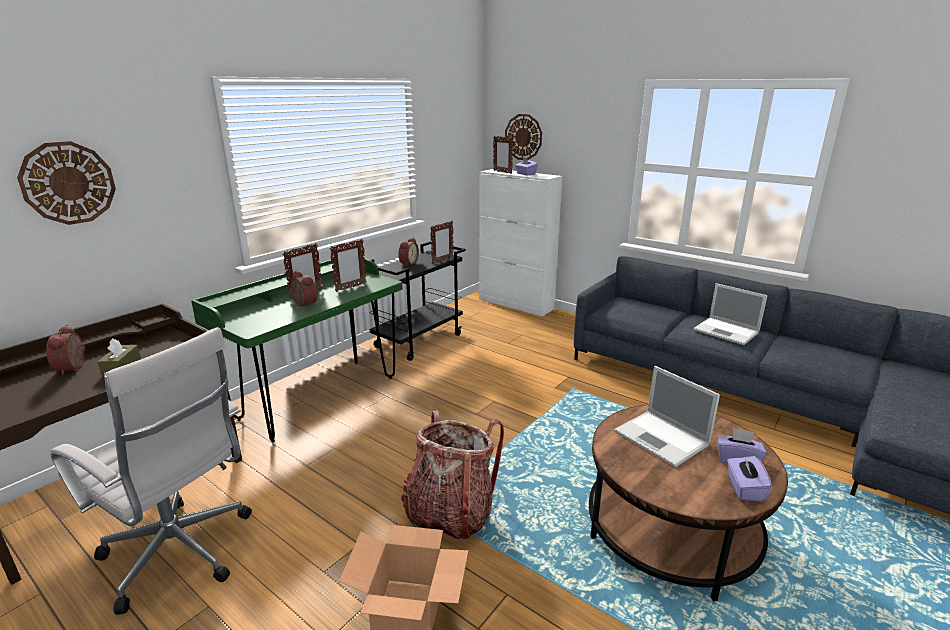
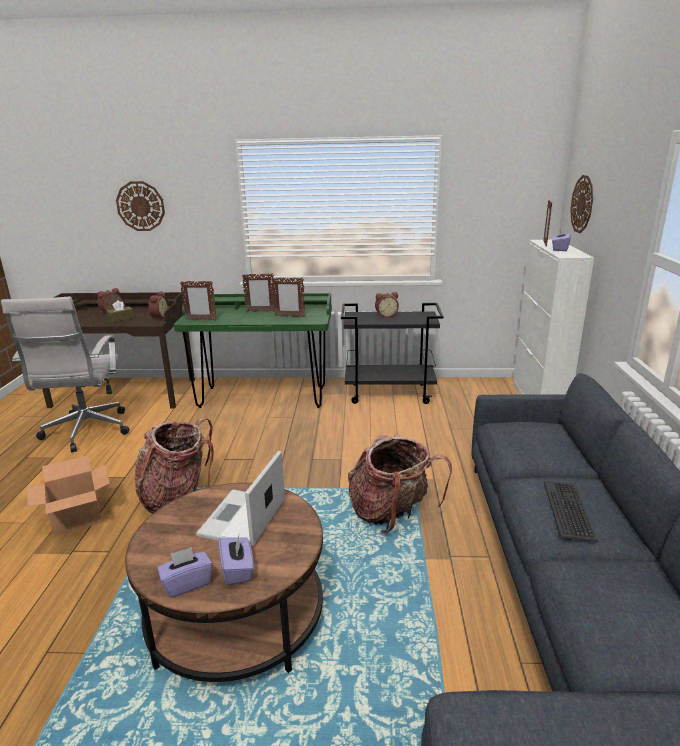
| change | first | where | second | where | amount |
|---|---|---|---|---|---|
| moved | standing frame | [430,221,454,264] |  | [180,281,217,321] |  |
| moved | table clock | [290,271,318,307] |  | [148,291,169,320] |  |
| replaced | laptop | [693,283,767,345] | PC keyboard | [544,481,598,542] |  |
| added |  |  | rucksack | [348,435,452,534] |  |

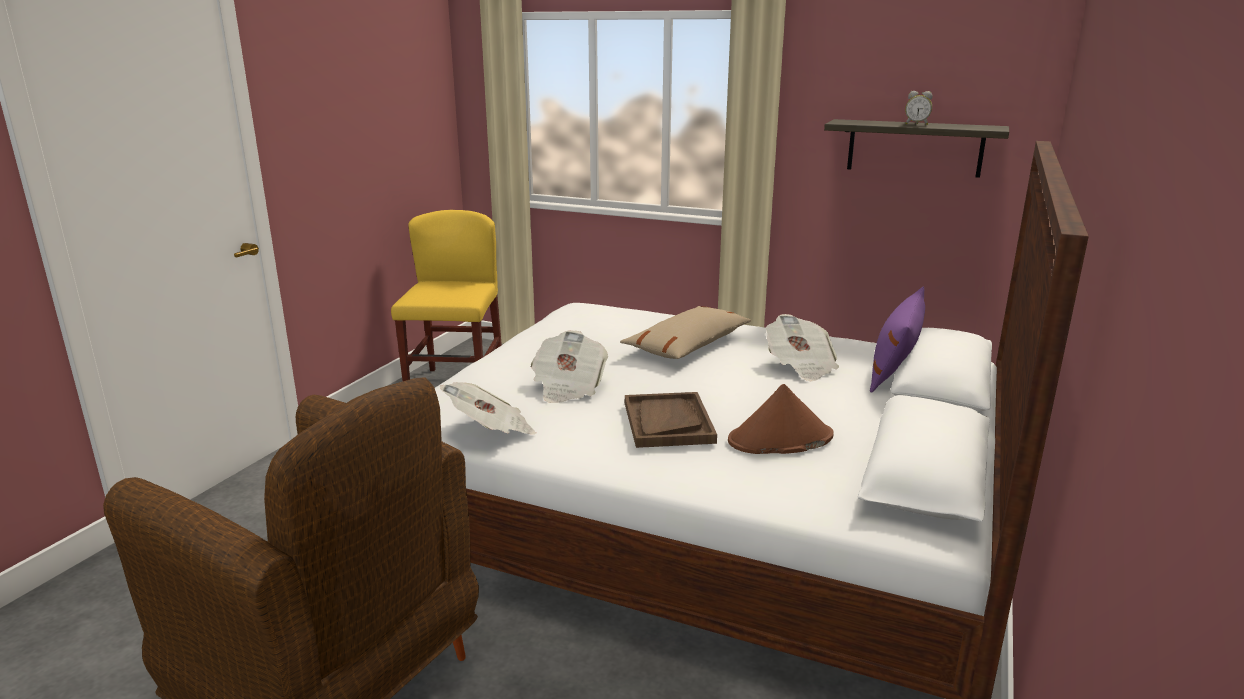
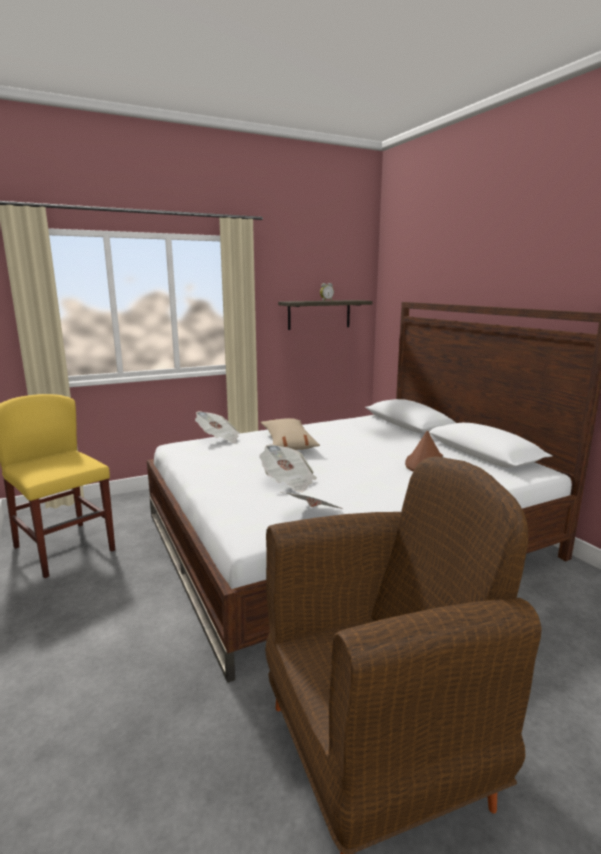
| change | first | where | second | where | amount |
|---|---|---|---|---|---|
| removed | throw pillow in purplish | [870,286,925,393] |  |  |  |
| moved | printed paper | [766,314,839,382] |  | [195,411,240,443] |  |
| removed | carrying tray in brown | [625,392,717,448] |  |  |  |

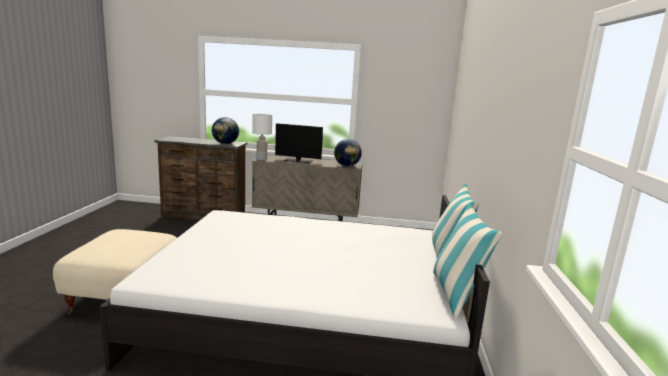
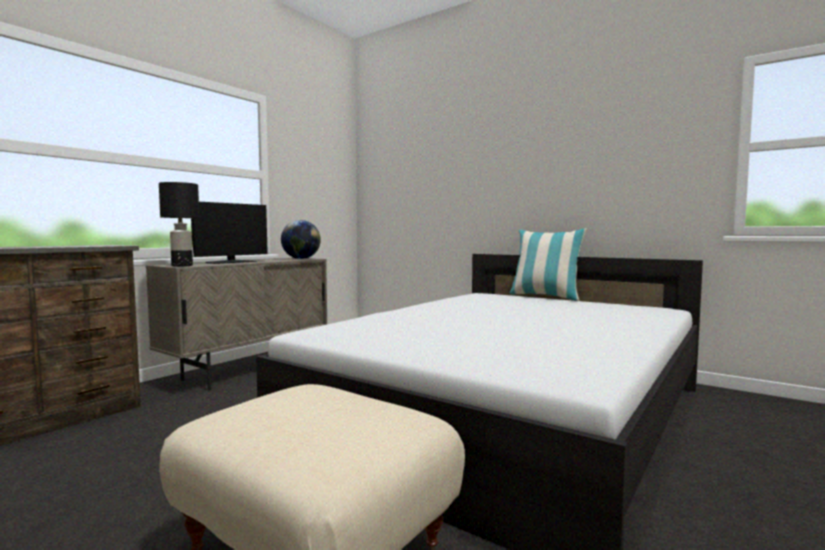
| change | first | where | second | where | amount |
|---|---|---|---|---|---|
| recoloured | lamp for a table in white | [252,114,272,160] | lamp for a table in black-coloured | [159,182,199,267] |  |
| removed | world globe | [212,117,239,144] |  |  |  |
| removed | throw pillow | [433,204,503,318] |  |  |  |

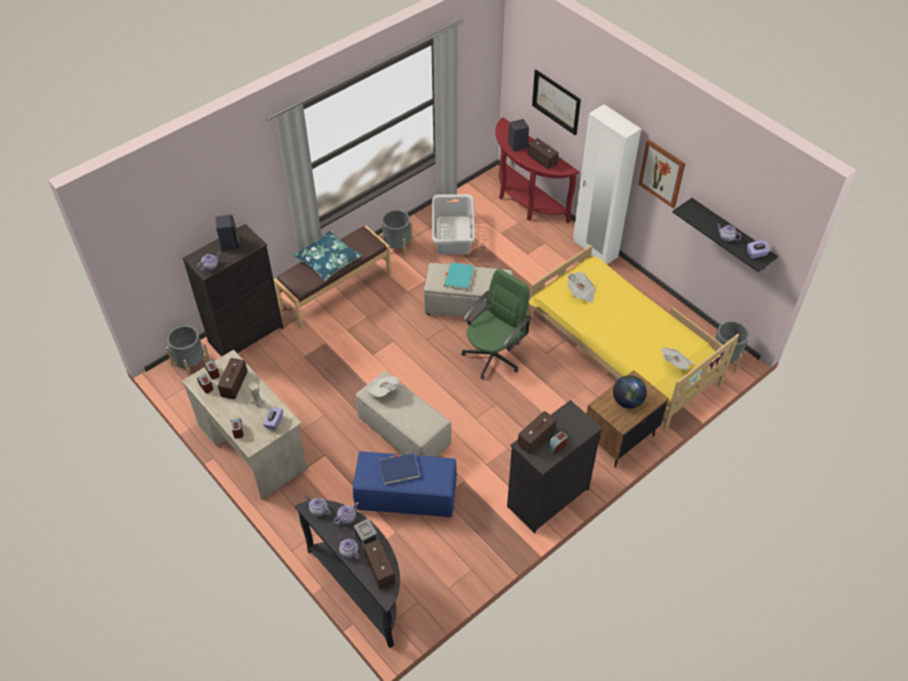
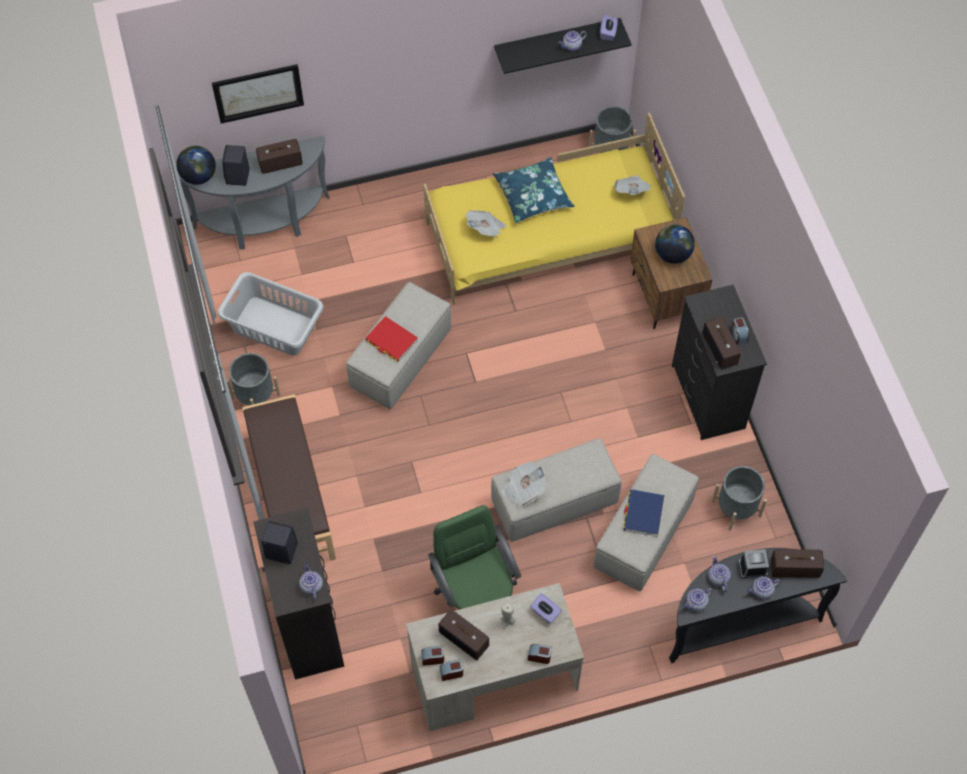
| change | first | where | second | where | amount |
|---|---|---|---|---|---|
| removed | wardrobe in white | [573,104,641,264] |  |  |  |
| recoloured | console table in reddish | [495,117,579,223] | console table in gray | [178,136,330,250] |  |
| removed | picture | [639,139,686,208] |  |  |  |
| moved | throw pillow in blue | [293,230,363,282] |  | [493,157,575,224] |  |
| recoloured | book in turquoise-coloured | [444,262,474,291] | book in reddish | [365,316,418,362] |  |
| moved | desk chair in green | [461,269,531,379] |  | [428,505,521,609] |  |
| moved | planter in gray | [166,326,210,377] |  | [712,466,767,531] |  |
| recoloured | ottoman in blue | [353,451,457,517] | ottoman in sand-coloured | [593,454,699,591] |  |
| added |  |  | world globe | [176,146,216,185] |  |

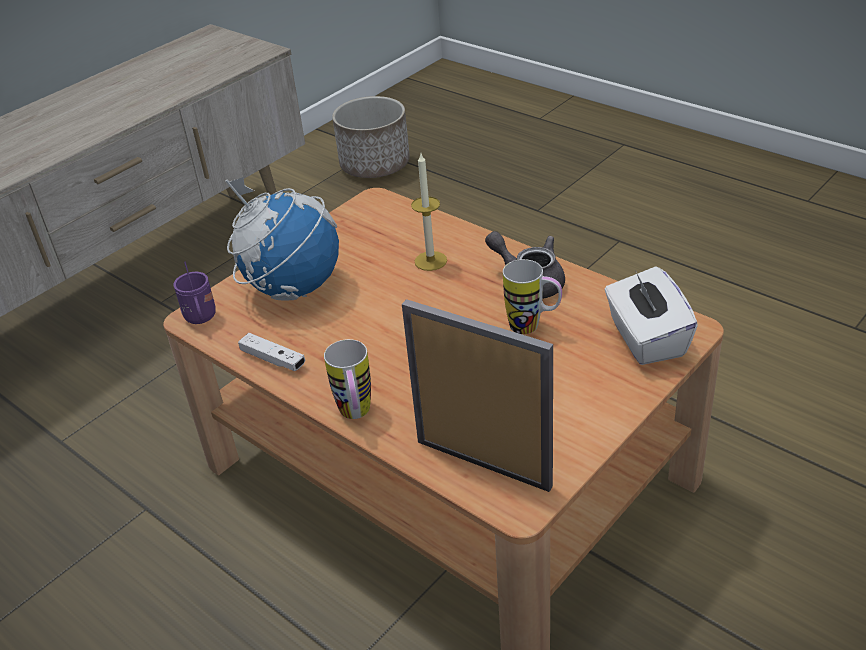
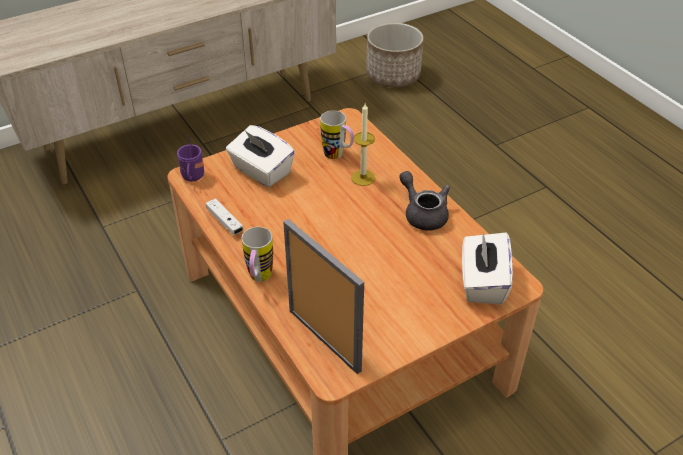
| change | first | where | second | where | amount |
|---|---|---|---|---|---|
| replaced | world globe | [225,177,339,301] | tissue holder in white | [226,125,295,187] |  |
| moved | coffee mug | [503,259,562,334] |  | [320,110,354,159] |  |

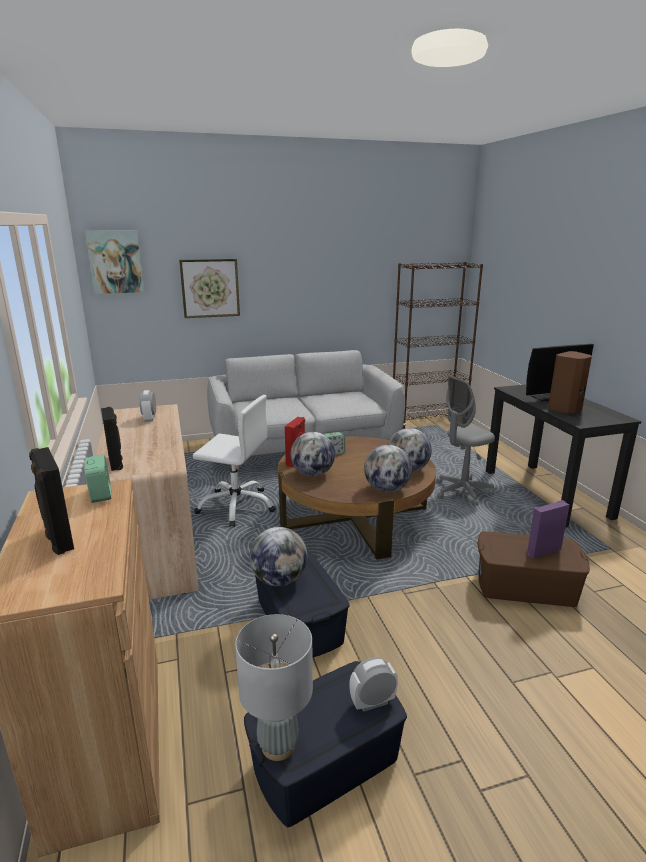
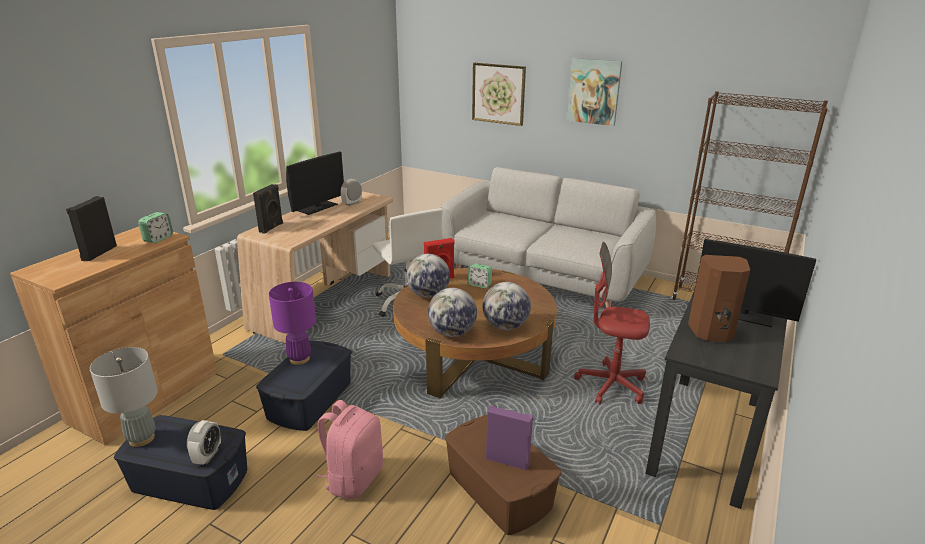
| change | first | where | second | where | amount |
|---|---|---|---|---|---|
| moved | picture | [85,230,144,294] |  | [567,58,622,126] |  |
| recoloured | desk chair in gray | [436,375,495,506] | desk chair in reddish | [574,242,650,404] |  |
| replaced | world globe | [249,527,308,586] | lamp for a table in purplish | [269,282,316,365] |  |
| turned | table clock | [349,657,398,712] |  | [187,420,221,465] | 75 degrees clockwise |
| added |  |  | computer screen | [286,152,344,215] |  |
| added |  |  | rucksack in pink | [316,400,383,499] |  |

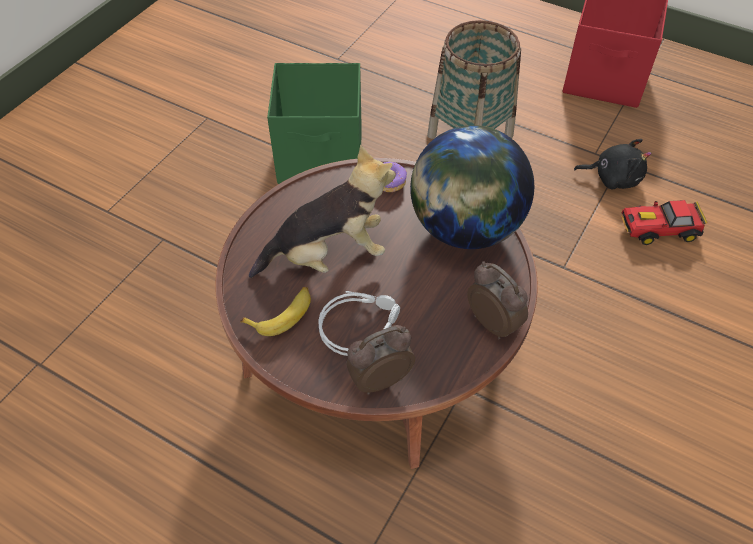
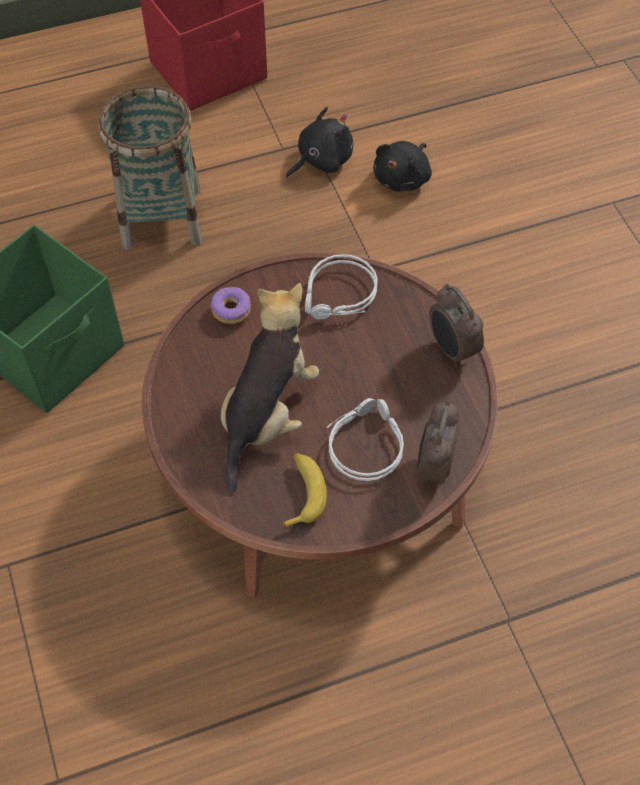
| change | first | where | second | where | amount |
|---|---|---|---|---|---|
| replaced | world globe | [410,125,534,249] | headset in gray | [305,254,378,320] |  |
| replaced | model car | [621,200,707,245] | cuddly toy in black-coloured | [373,141,432,191] |  |
| turned | table clock | [467,261,528,339] |  | [429,284,484,366] | 120 degrees counterclockwise |

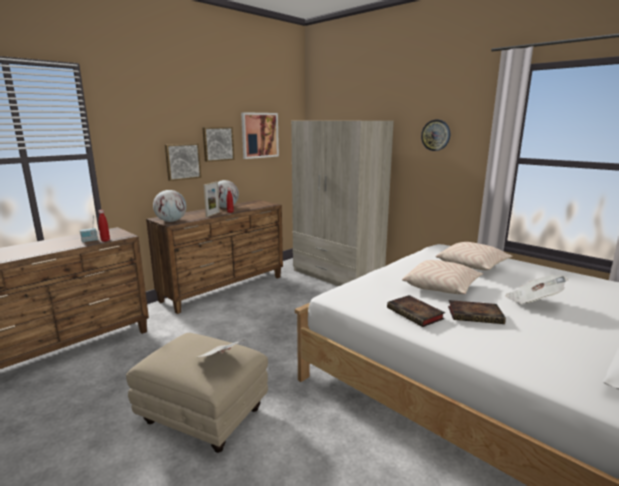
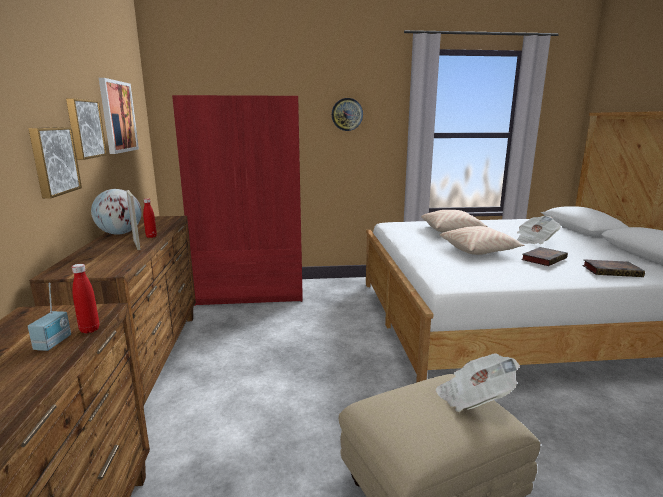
| change | first | where | second | where | amount |
|---|---|---|---|---|---|
| recoloured | wardrobe in sand-coloured | [291,121,394,286] | wardrobe in reddish | [172,95,303,306] |  |
| removed | world globe | [153,190,186,222] |  |  |  |
| moved | book | [387,295,445,327] |  | [582,259,645,277] |  |

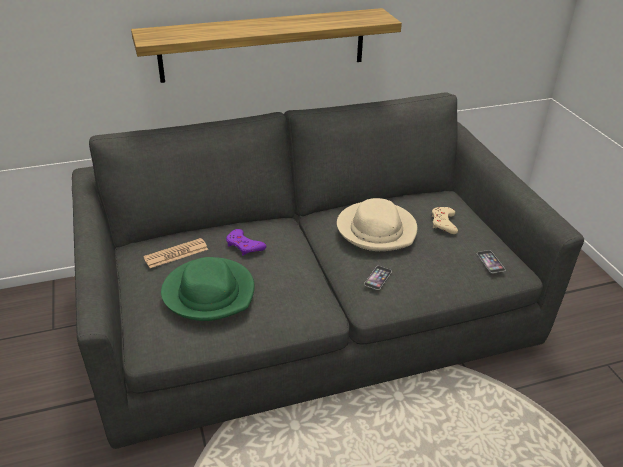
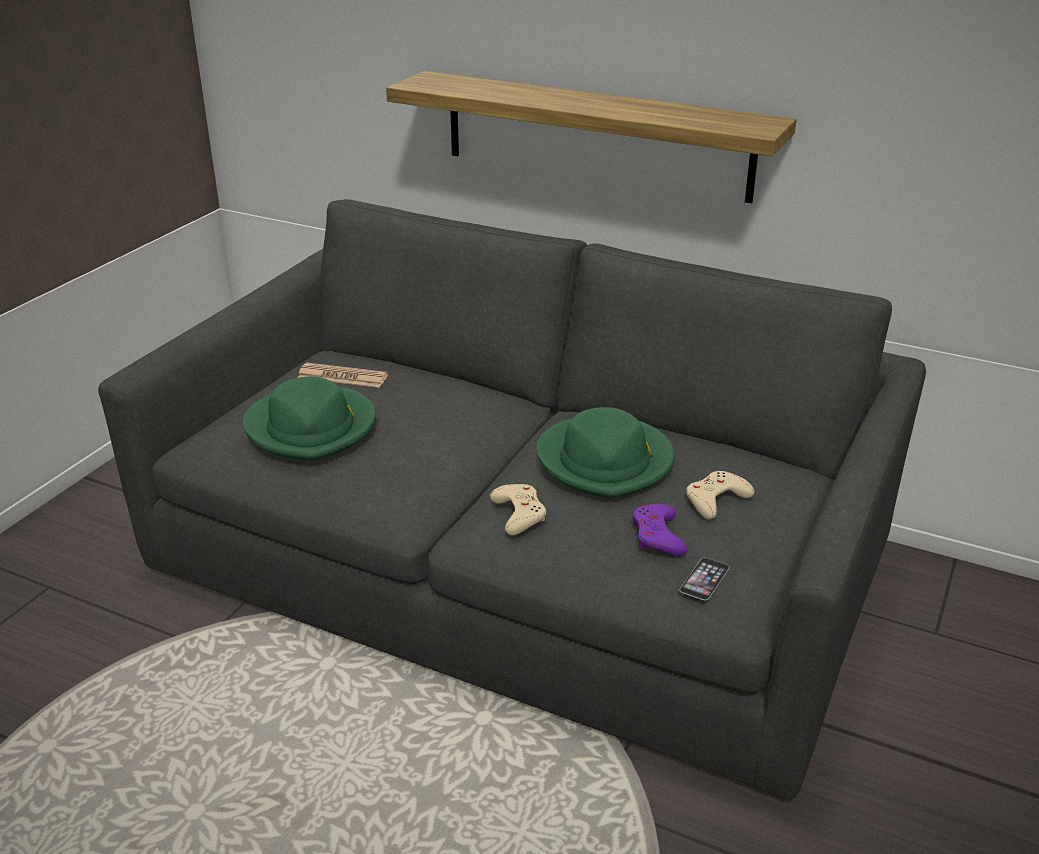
| change | first | where | second | where | amount |
|---|---|---|---|---|---|
| recoloured | hat in sand-coloured | [337,198,417,251] | hat in green | [537,407,675,499] |  |
| moved | joypad in purplish | [226,229,266,256] |  | [633,504,687,556] |  |
| replaced | phone | [364,266,392,290] | joypad in sand-coloured | [490,484,546,535] |  |

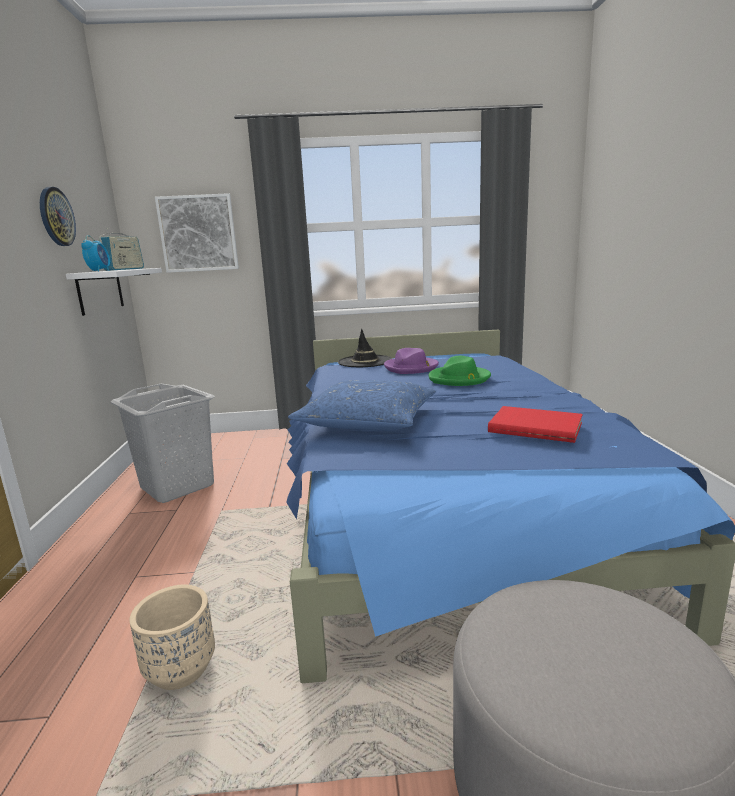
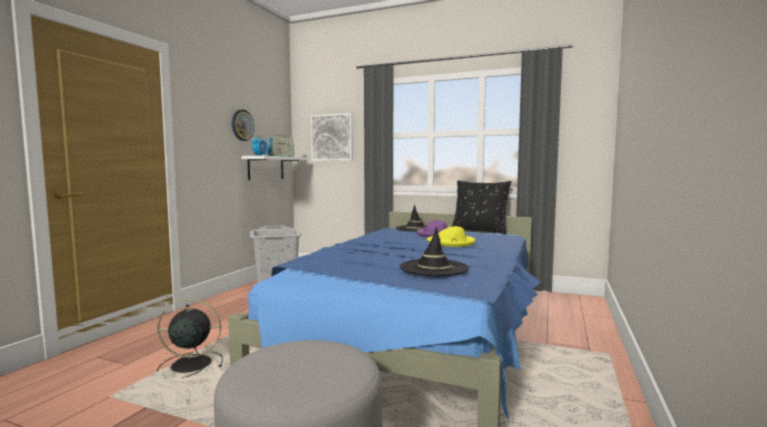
| change | first | where | second | where | amount |
|---|---|---|---|---|---|
| recoloured | hat in green | [429,356,491,386] | hat in yellowish | [427,226,475,247] |  |
| removed | throw pillow in blue | [288,380,436,431] |  |  |  |
| replaced | book in reddish | [488,406,583,443] | hat in black-coloured | [400,227,469,276] |  |
| replaced | planter in sand-coloured | [129,585,215,690] | electric fan in black-coloured | [157,299,223,378] |  |
| added |  |  | throw pillow in black-coloured | [452,180,511,234] |  |

